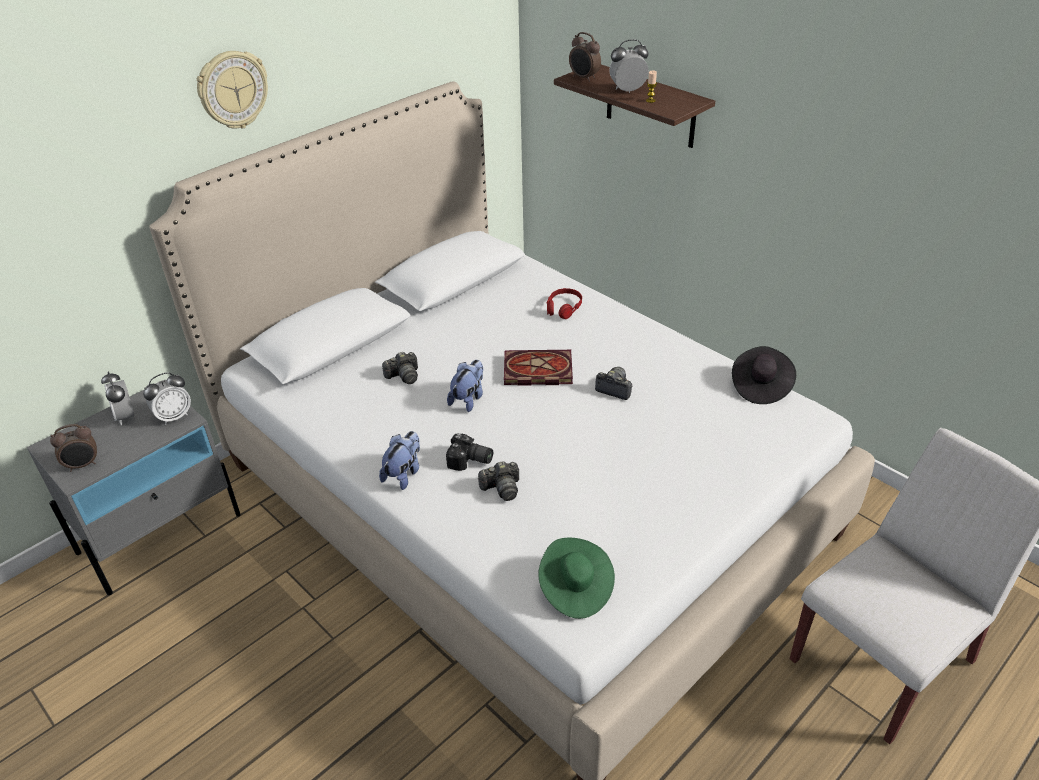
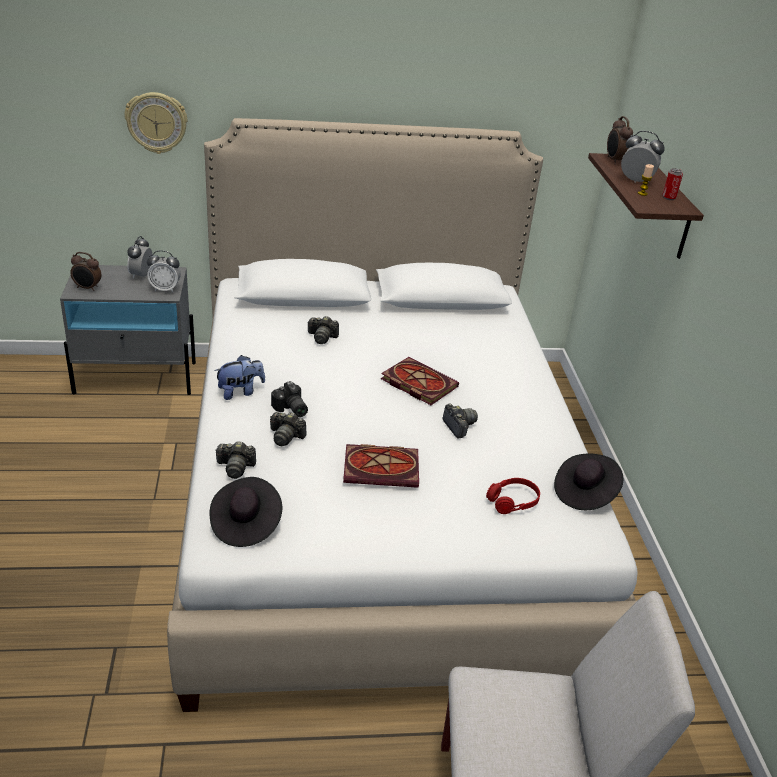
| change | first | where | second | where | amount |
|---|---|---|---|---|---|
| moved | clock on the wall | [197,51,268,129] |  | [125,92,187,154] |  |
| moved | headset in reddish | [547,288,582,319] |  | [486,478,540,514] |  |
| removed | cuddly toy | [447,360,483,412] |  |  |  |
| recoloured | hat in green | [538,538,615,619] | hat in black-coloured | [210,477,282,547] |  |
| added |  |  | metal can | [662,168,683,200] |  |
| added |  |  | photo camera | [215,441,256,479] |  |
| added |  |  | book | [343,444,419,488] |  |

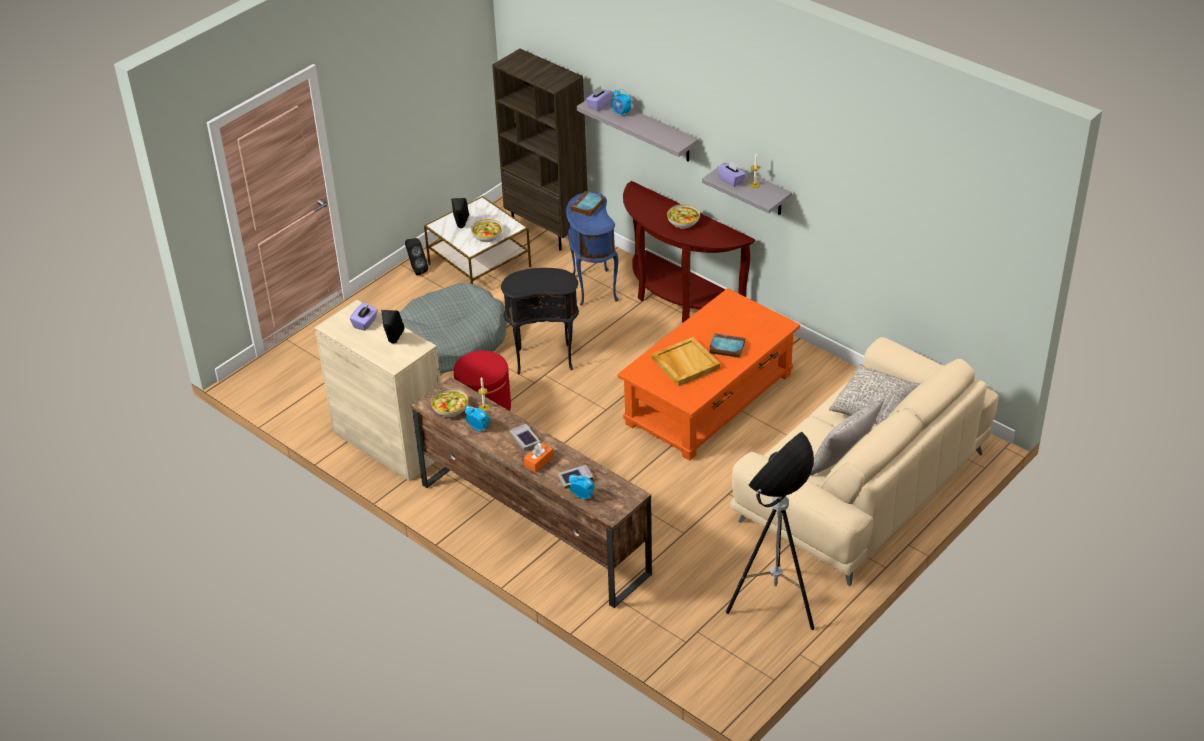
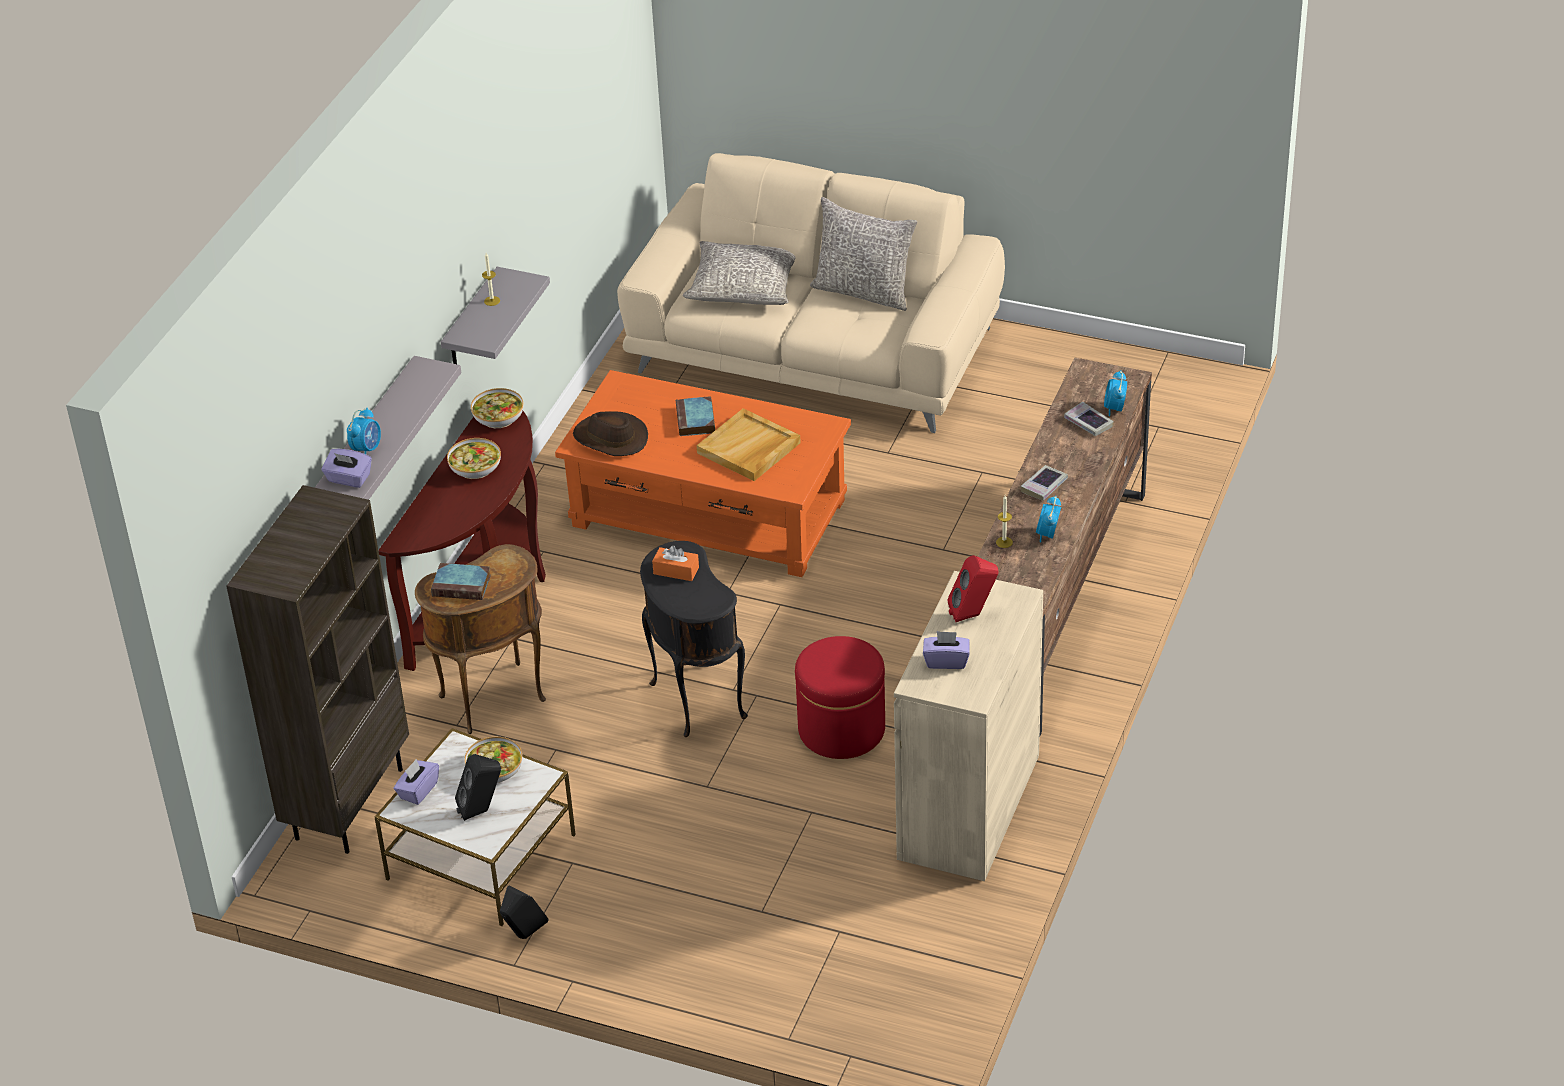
| change | first | where | second | where | amount |
|---|---|---|---|---|---|
| moved | tissue holder in purplish | [717,160,746,187] |  | [394,759,439,805] |  |
| recoloured | accent table in blue | [566,192,619,305] | accent table in brown | [415,544,546,734] |  |
| removed | dog bed in gray | [399,283,507,373] |  |  |  |
| recoloured | audio speaker in black-coloured | [381,310,405,344] | audio speaker in reddish | [947,555,998,622] |  |
| moved | deep dish | [431,388,468,417] |  | [471,388,524,428] |  |
| removed | standard lamp | [726,432,815,630] |  |  |  |
| moved | tissue holder in orange-coloured | [524,443,553,473] |  | [652,545,699,581] |  |
| added |  |  | hat in brown | [573,411,648,456] |  |

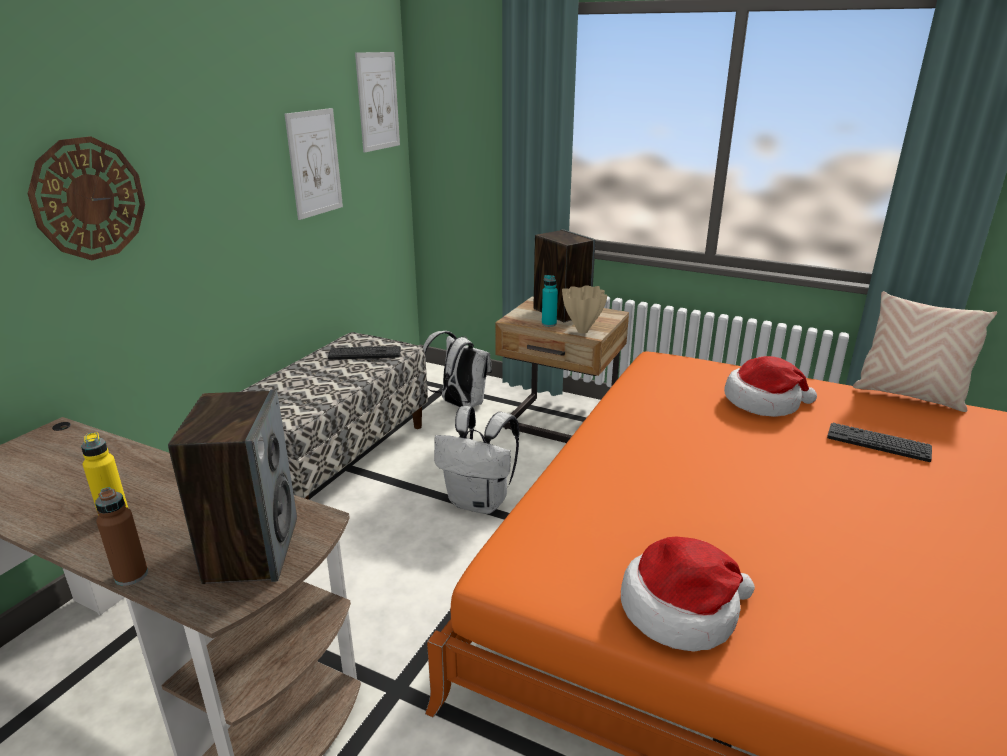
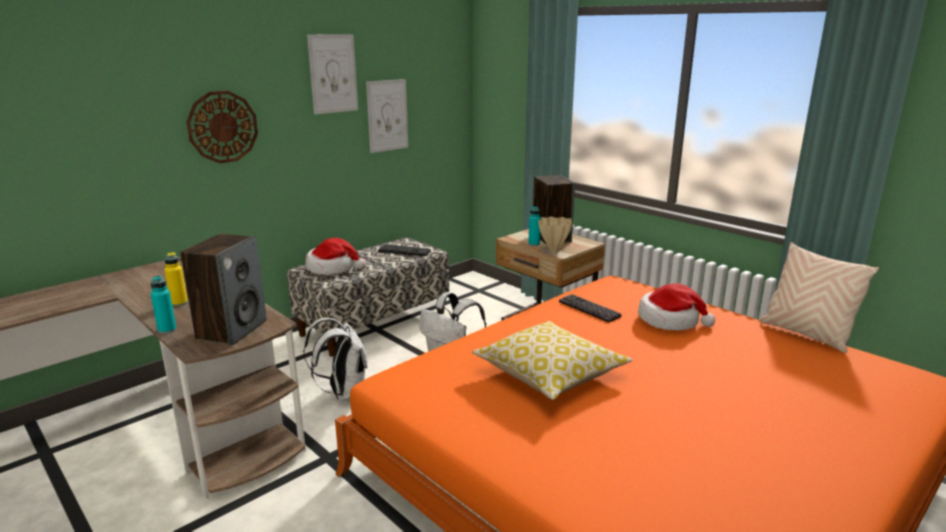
| change | first | where | second | where | amount |
|---|---|---|---|---|---|
| moved | picture | [355,52,400,152] |  | [307,34,358,114] |  |
| moved | rucksack in white | [423,331,492,408] |  | [303,318,368,402] |  |
| moved | PC keyboard | [827,423,932,462] |  | [559,294,622,322] |  |
| recoloured | drink bottle in brown | [95,487,148,586] | drink bottle in turquoise-coloured | [151,275,177,334] |  |
| moved | hat | [621,537,755,651] |  | [305,238,366,275] |  |
| added |  |  | throw pillow | [472,321,632,400] |  |

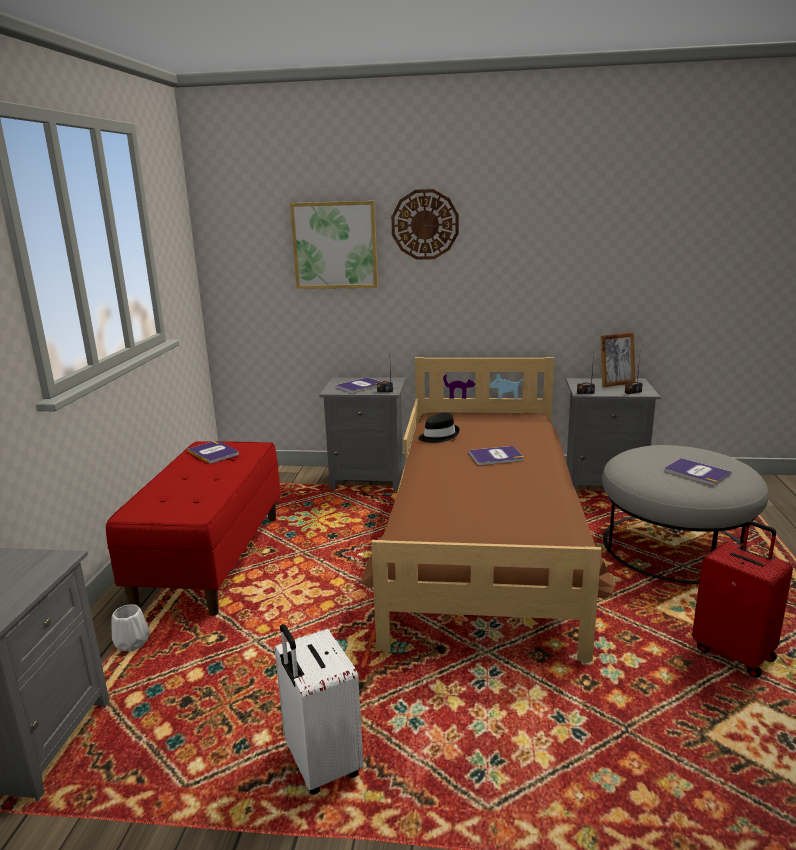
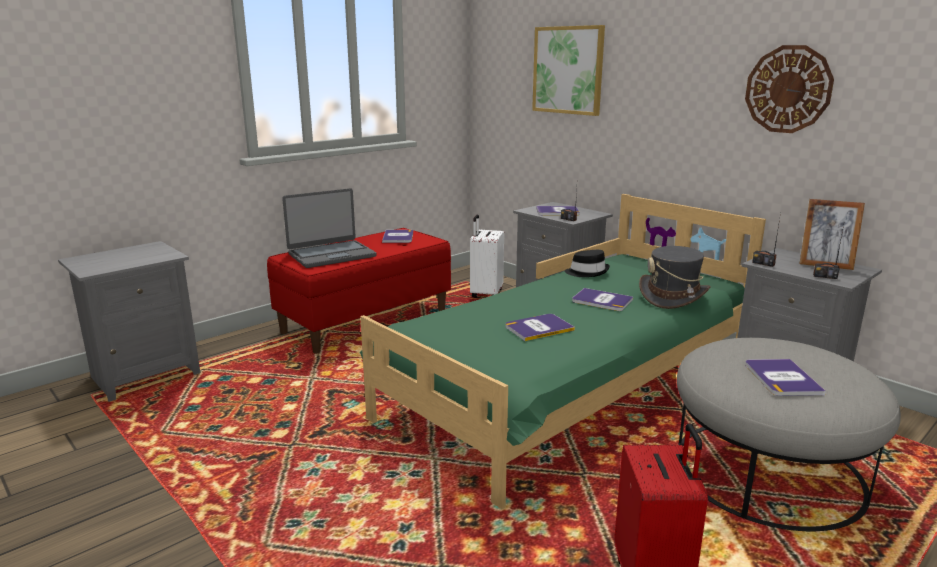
| change | first | where | second | where | amount |
|---|---|---|---|---|---|
| moved | clock on the wall | [391,189,459,260] |  | [745,45,834,133] |  |
| recoloured | bedroom bed in brown | [361,357,614,661] | bedroom bed in green | [360,194,766,509] |  |
| removed | vase in white | [112,604,150,651] |  |  |  |
| moved | travel case in white | [275,624,363,795] |  | [470,215,504,298] |  |
| added |  |  | laptop | [282,188,376,268] |  |
| added |  |  | hat in gray | [639,246,711,309] |  |
| added |  |  | book | [505,314,575,341] |  |

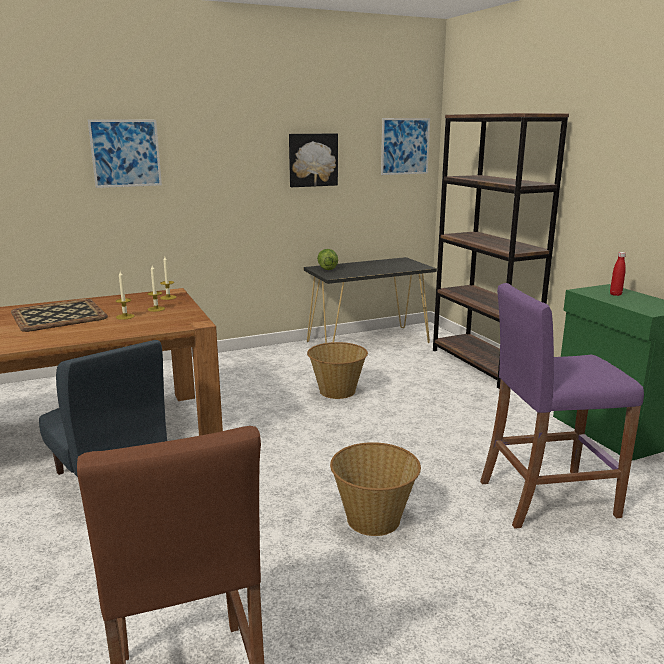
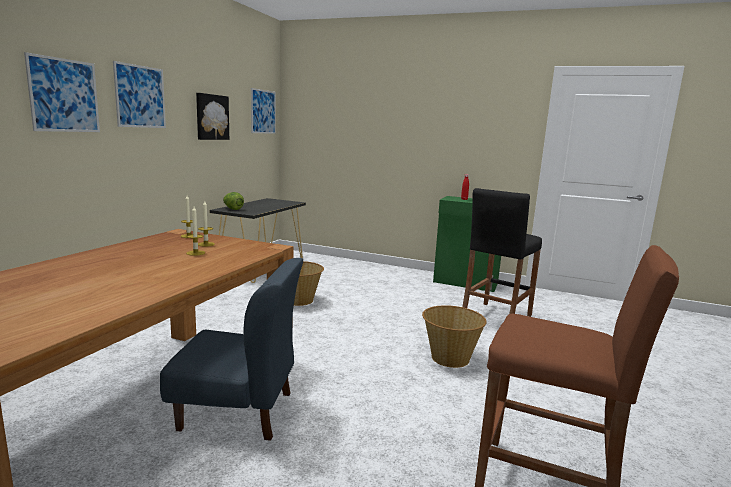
| change | first | where | second | where | amount |
|---|---|---|---|---|---|
| removed | bookshelf in brown | [433,113,569,389] |  |  |  |
| recoloured | stool in purplish | [480,283,644,529] | stool in black-coloured | [462,188,542,317] |  |
| removed | carrying tray | [11,299,108,332] |  |  |  |
| added |  |  | picture | [113,61,166,128] |  |

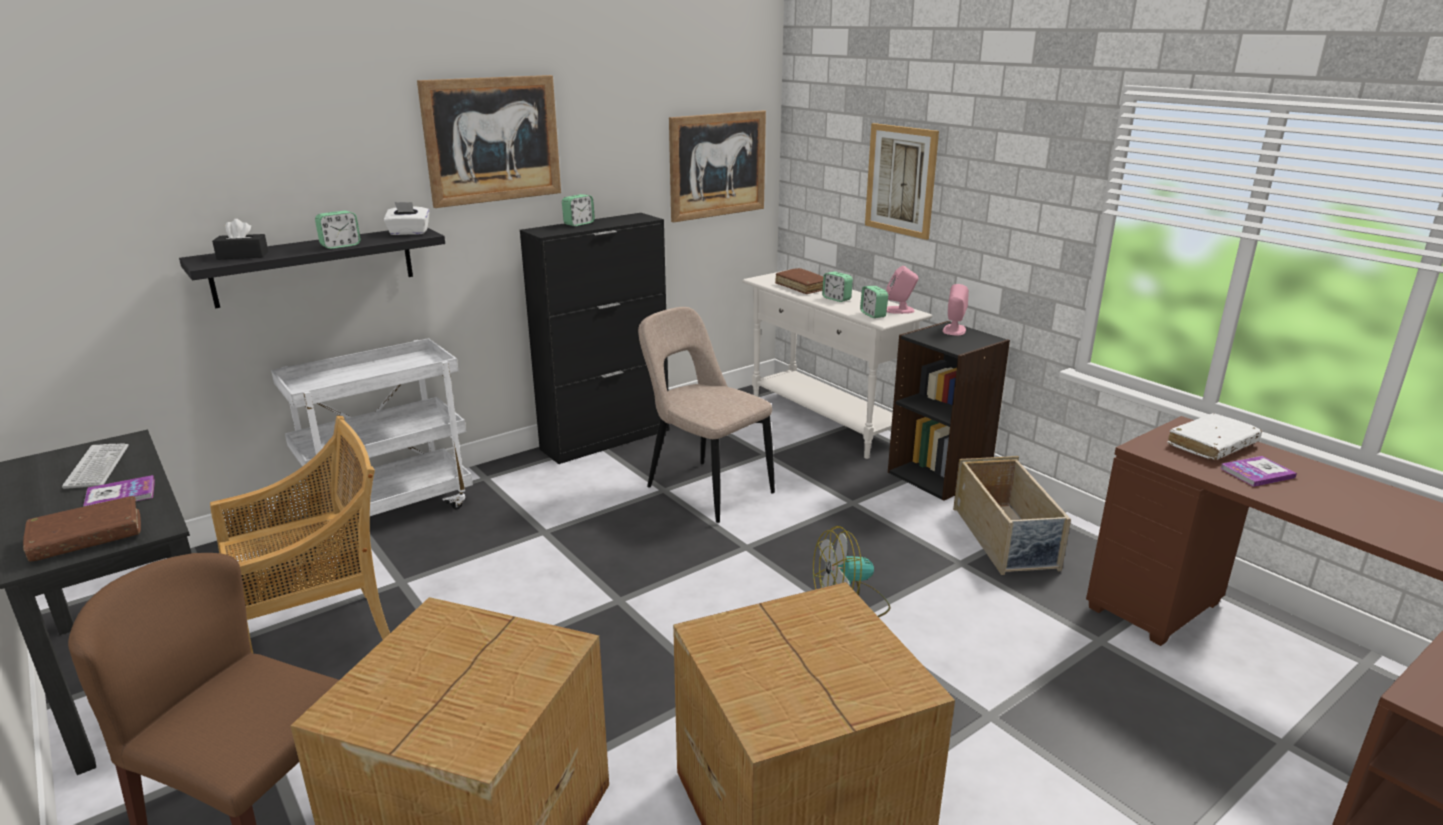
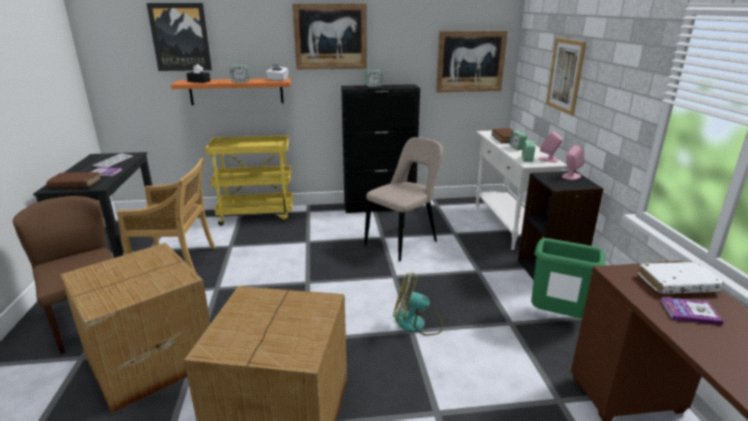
| change | first | where | second | where | amount |
|---|---|---|---|---|---|
| recoloured | shelf in black-coloured | [179,228,445,309] | shelf in orange-coloured | [171,78,291,105] |  |
| turned | upright chair in sand-coloured | [638,307,775,523] |  | [364,137,443,261] | 60 degrees clockwise |
| recoloured | trolley in white | [271,338,473,537] | trolley in yellowish | [205,135,293,226] |  |
| replaced | storage container in sand-coloured | [953,456,1071,575] | waste bin in green | [531,238,605,318] |  |
| added |  |  | picture | [146,3,212,71] |  |

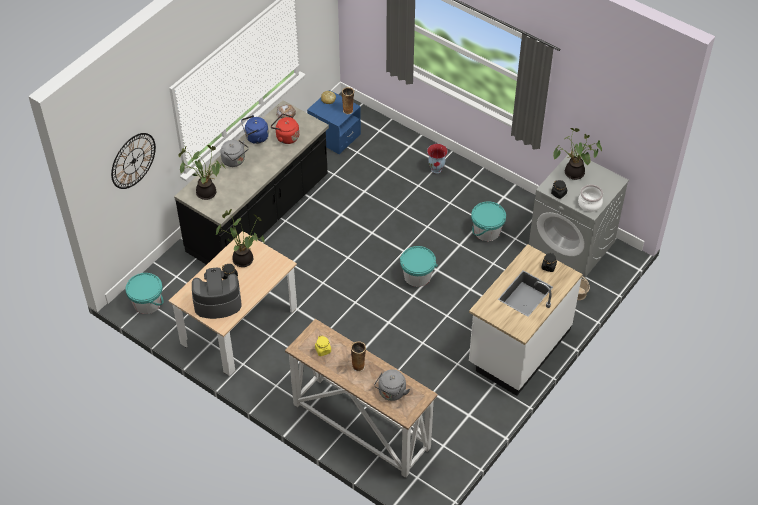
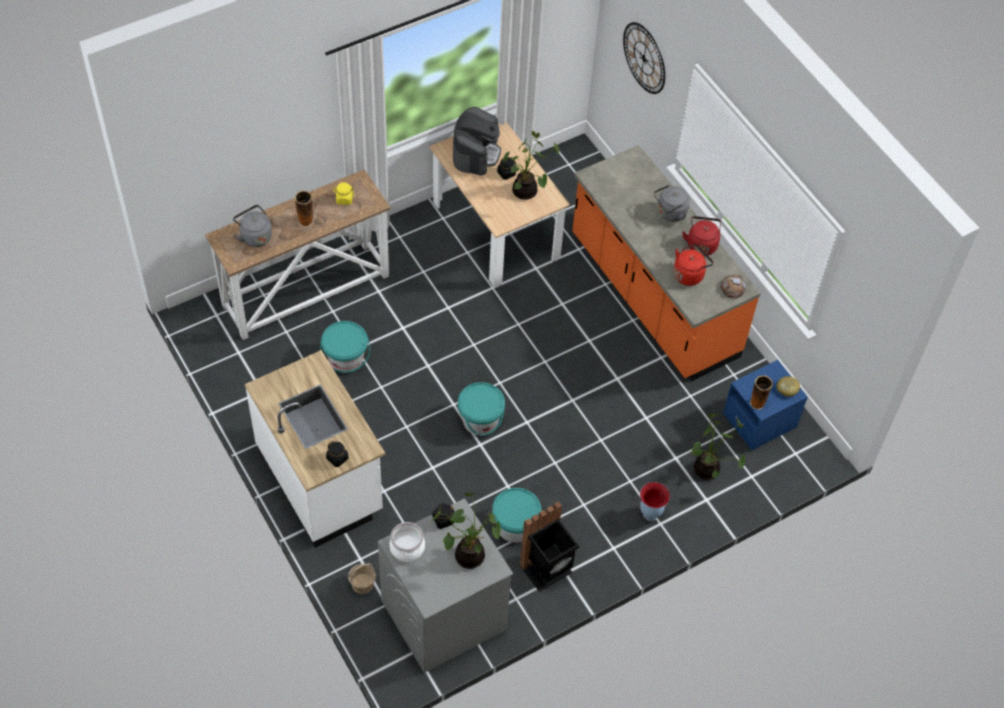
| change | first | where | second | where | amount |
|---|---|---|---|---|---|
| recoloured | counter in black-coloured | [174,100,329,265] | counter in orange-coloured | [572,145,761,381] |  |
| recoloured | tea kettle in blue | [241,115,269,144] | tea kettle in reddish | [682,216,721,256] |  |
| moved | potted plant | [178,145,226,200] |  | [691,414,745,480] |  |
| moved | pail in turquoise-coloured | [126,273,163,314] |  | [320,321,370,373] |  |
| added |  |  | waste bin in black-coloured | [520,501,579,592] |  |

